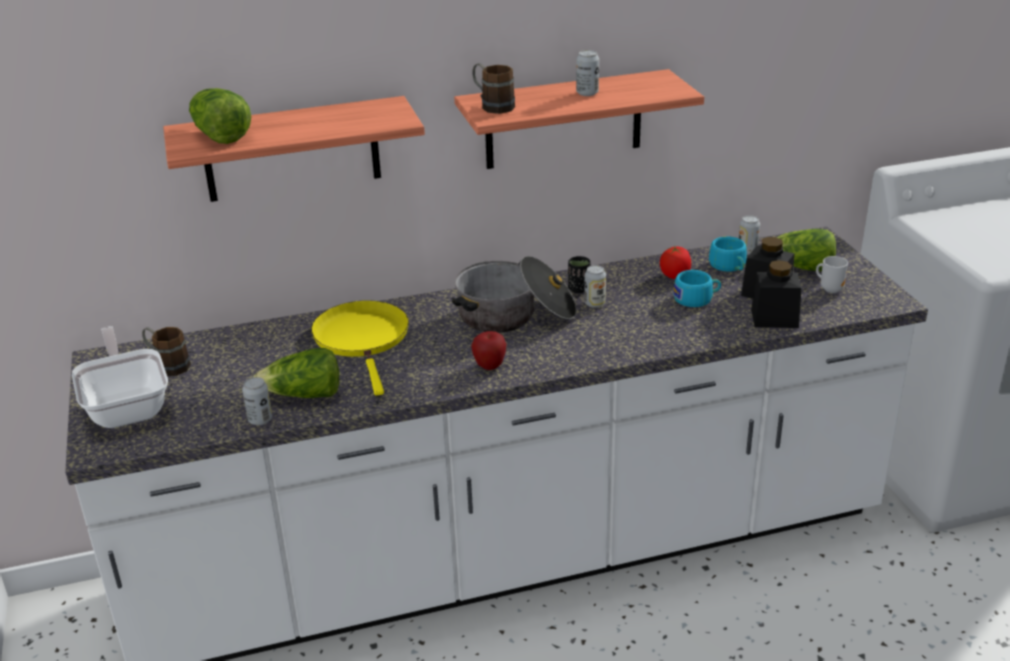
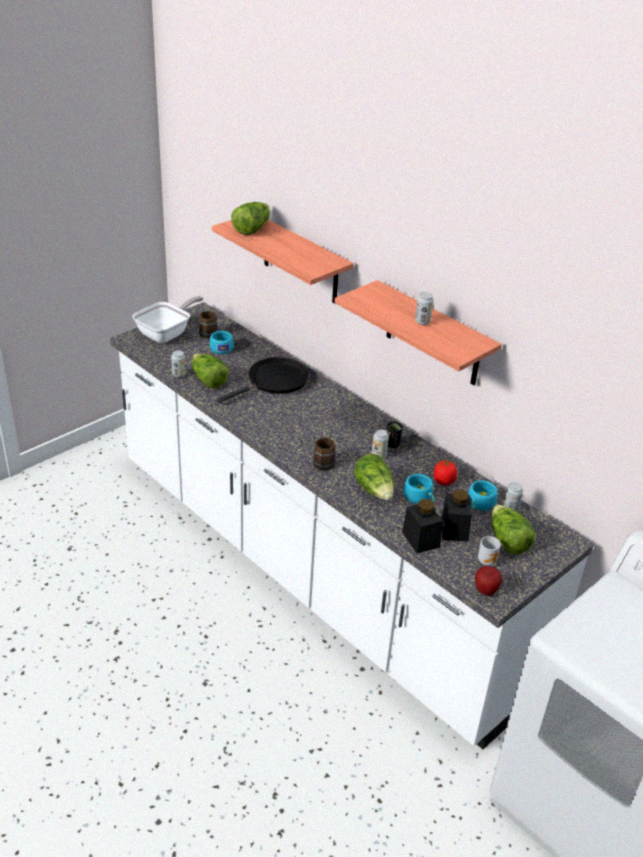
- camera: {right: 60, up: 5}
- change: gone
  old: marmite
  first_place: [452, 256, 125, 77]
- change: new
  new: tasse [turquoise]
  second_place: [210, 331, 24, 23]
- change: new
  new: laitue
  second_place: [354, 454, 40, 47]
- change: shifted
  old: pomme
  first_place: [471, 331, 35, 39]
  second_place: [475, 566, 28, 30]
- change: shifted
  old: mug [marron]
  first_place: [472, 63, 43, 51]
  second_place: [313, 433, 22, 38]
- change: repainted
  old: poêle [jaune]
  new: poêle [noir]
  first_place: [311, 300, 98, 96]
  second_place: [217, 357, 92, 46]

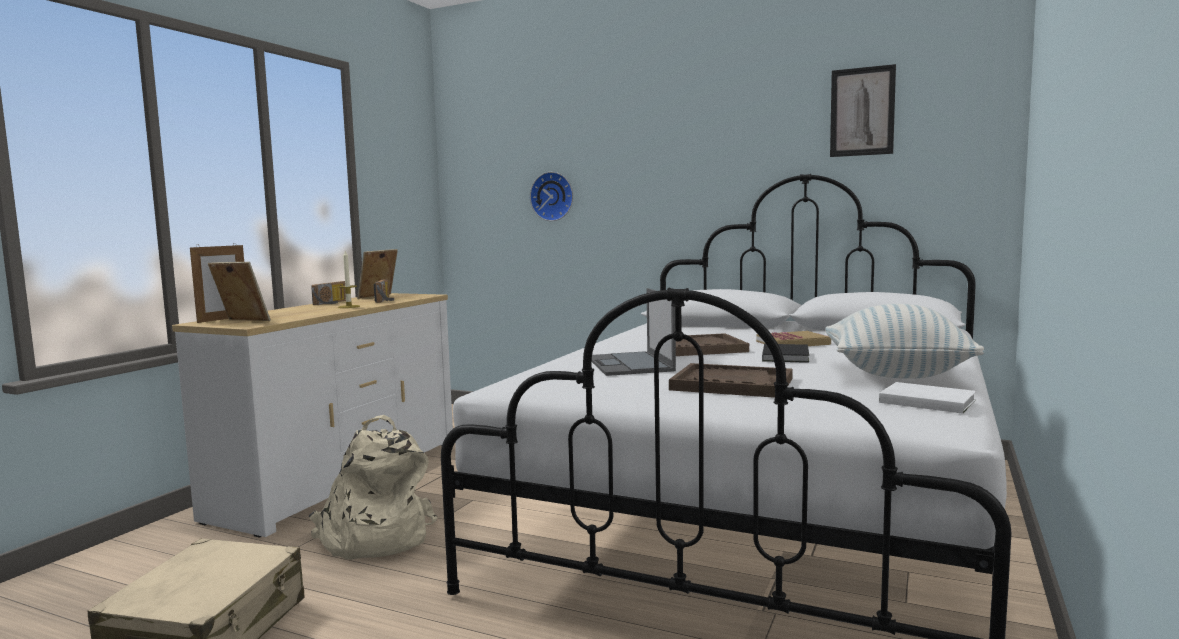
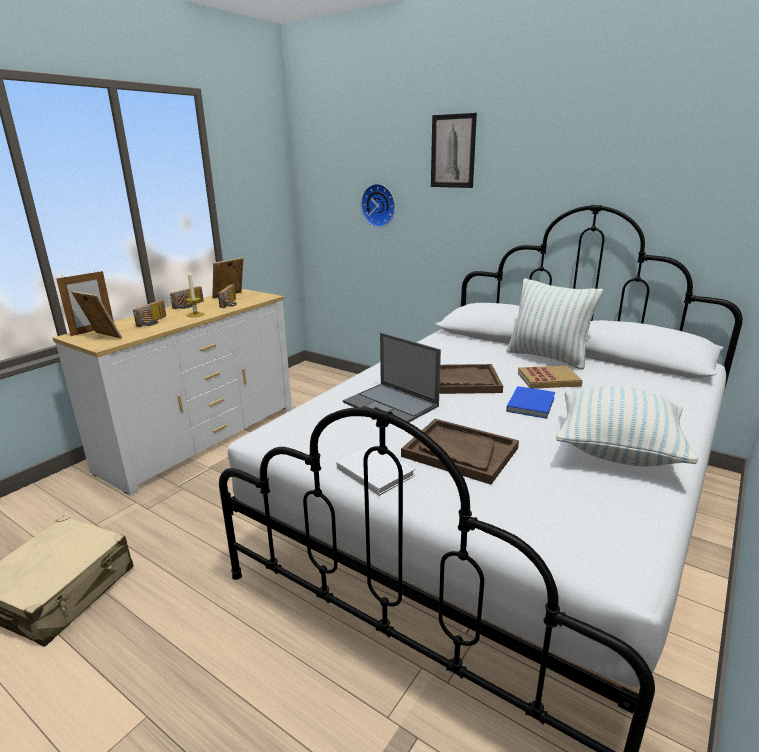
- camera: {right: 10, up: 15}
- change: gone
  old: sac à dos [beige]
  first_place: [309, 415, 128, 145]
- change: new
  new: radio
  second_place: [133, 300, 33, 27]
- change: new
  new: coussin
  second_place: [506, 279, 97, 91]
- change: shifted
  old: tableau
  first_place: [830, 64, 66, 93]
  second_place: [431, 113, 46, 75]
- change: shifted
  old: livre [blanc]
  first_place: [879, 382, 97, 32]
  second_place: [337, 445, 78, 51]
- change: repainted
  old: livre [noir]
  new: livre [bleu]
  first_place: [762, 344, 47, 19]
  second_place: [506, 386, 49, 33]
- change: rotated
  old: ordinateur portable
  first_place: [592, 288, 84, 88]
  second_place: [343, 333, 98, 89]
  degrees: -45

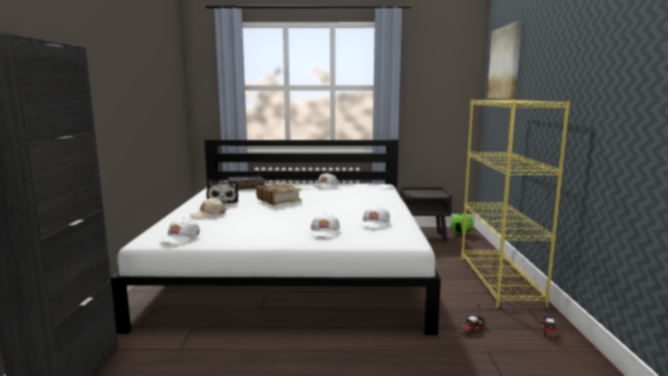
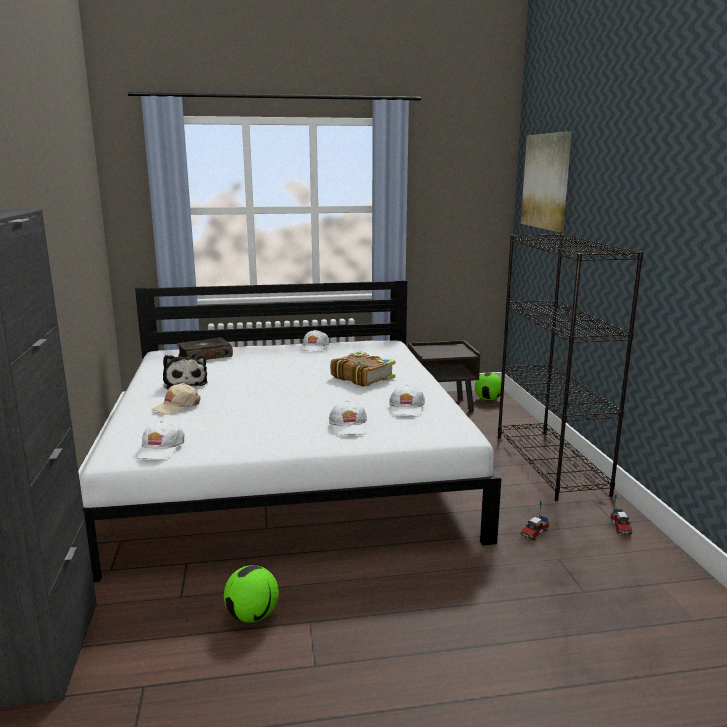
- camera: {right: -10, up: 5}
- change: new
  new: ballon de foot
  second_place: [224, 565, 55, 58]
- change: shifted
  old: livre
  first_place: [256, 182, 45, 23]
  second_place: [330, 351, 65, 36]
- change: repainted
  old: bibliothèque [jaune]
  new: bibliothèque [noir]
  first_place: [461, 99, 109, 209]
  second_place: [498, 234, 146, 267]

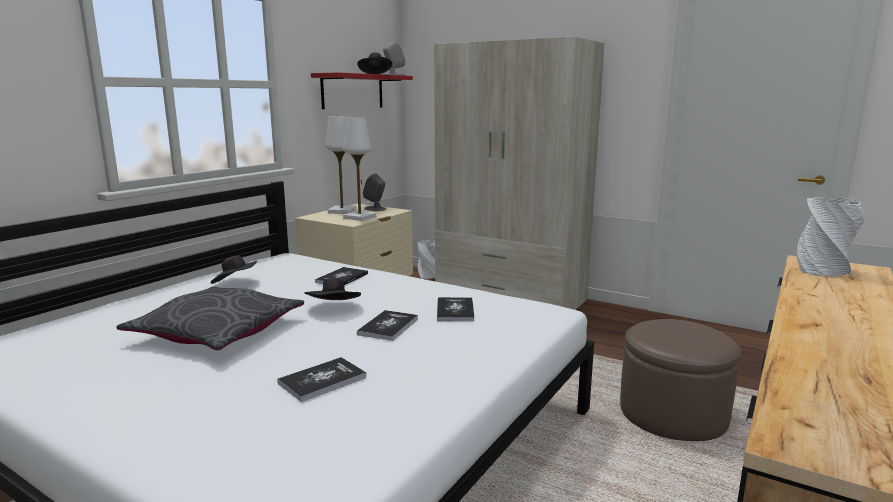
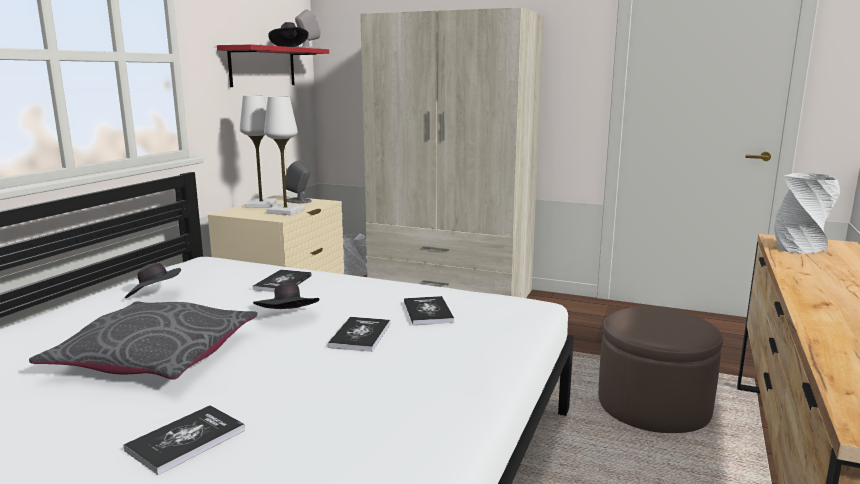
- camera: {right: -10, up: 0}
- change: shifted
  old: livre
  first_place: [278, 357, 88, 45]
  second_place: [124, 405, 121, 70]

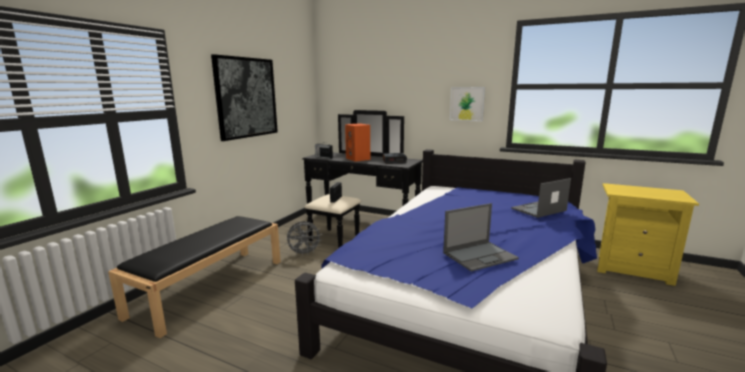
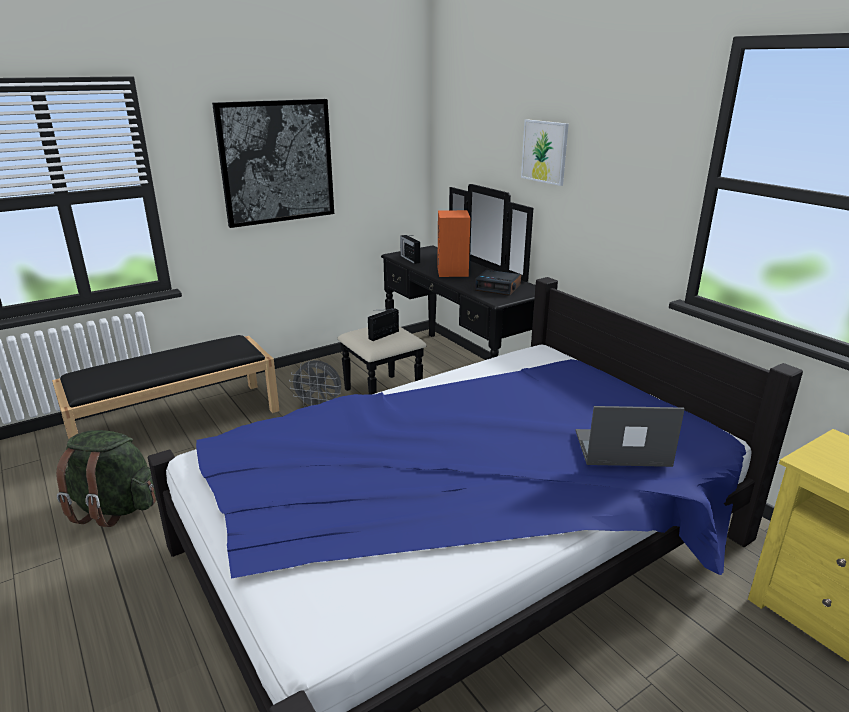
- camera: {right: 30, up: 10}
- change: gone
  old: ordinateur portable
  first_place: [443, 203, 76, 69]
- change: new
  new: sac à dos [vert]
  second_place: [56, 430, 101, 97]
- change: shifted
  old: tableau
  first_place: [450, 87, 35, 34]
  second_place: [521, 119, 48, 67]

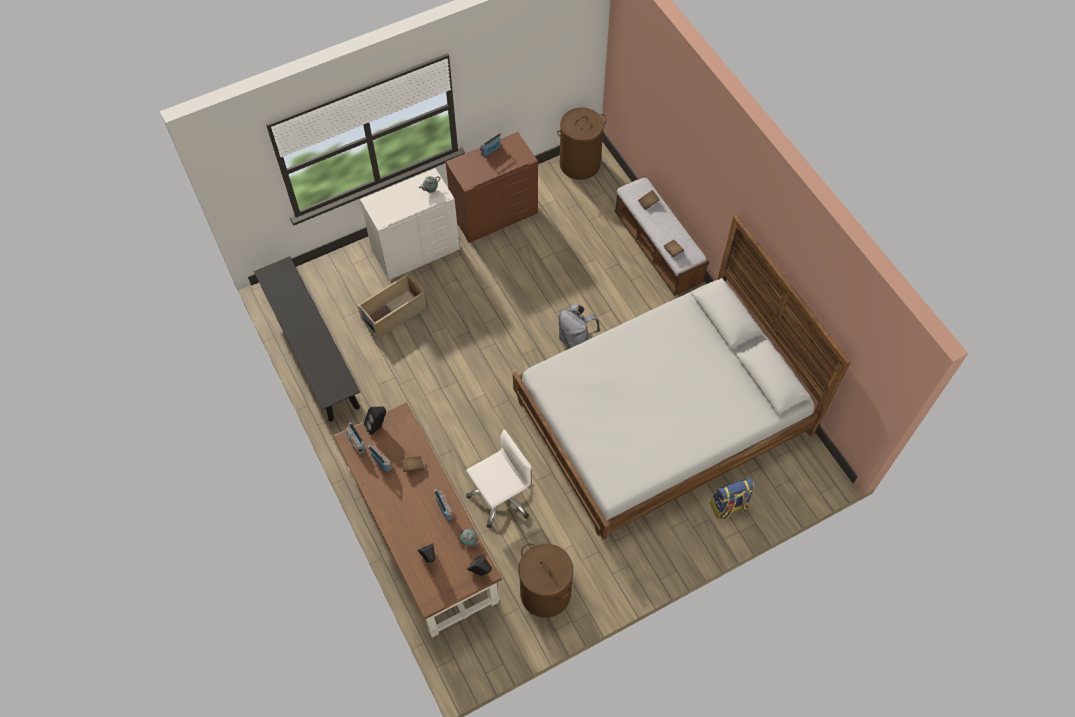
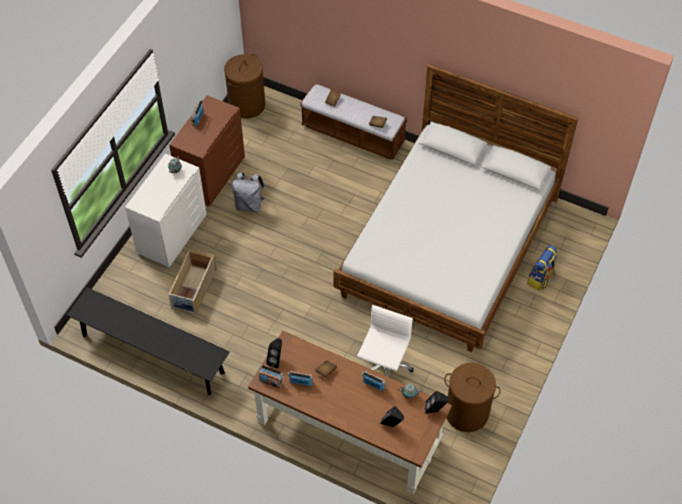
- camera: {right: -35, up: -5}
- change: shifted
  old: sac à dos [gris]
  first_place: [559, 304, 42, 44]
  second_place: [232, 172, 33, 40]

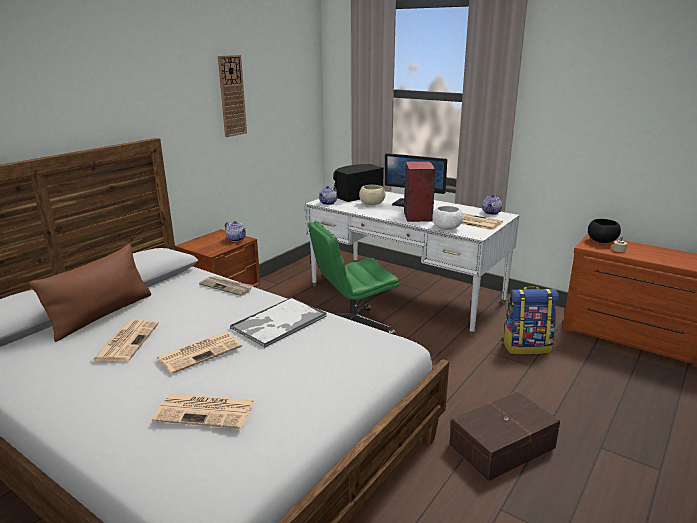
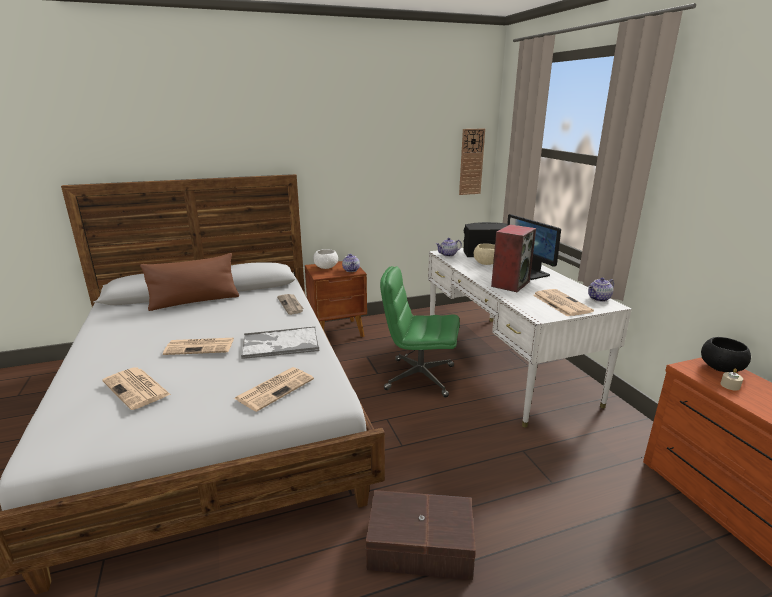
- camera: {right: 35, up: 0}
- change: gone
  old: sac à dos
  first_place: [503, 286, 56, 68]
- change: shifted
  old: journal
  first_place: [92, 320, 67, 42]
  second_place: [234, 367, 80, 45]
- change: shifted
  old: horloge murale
  first_place: [218, 55, 29, 82]
  second_place: [459, 129, 26, 66]
- change: shifted
  old: bol [blanc]
  first_place: [433, 206, 30, 24]
  second_place: [313, 249, 25, 20]

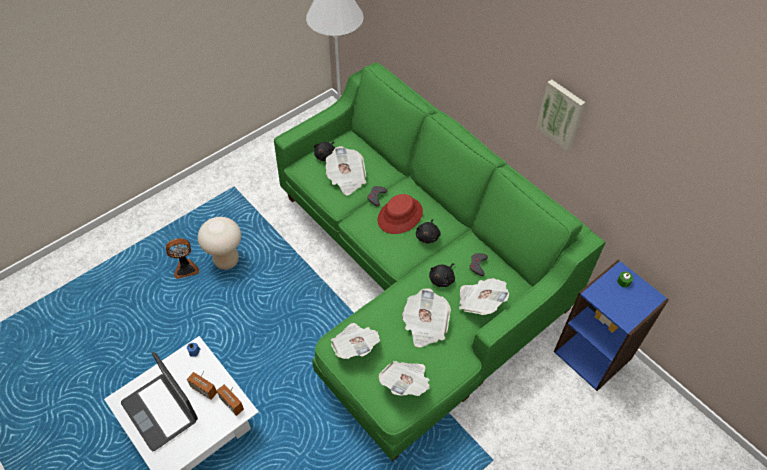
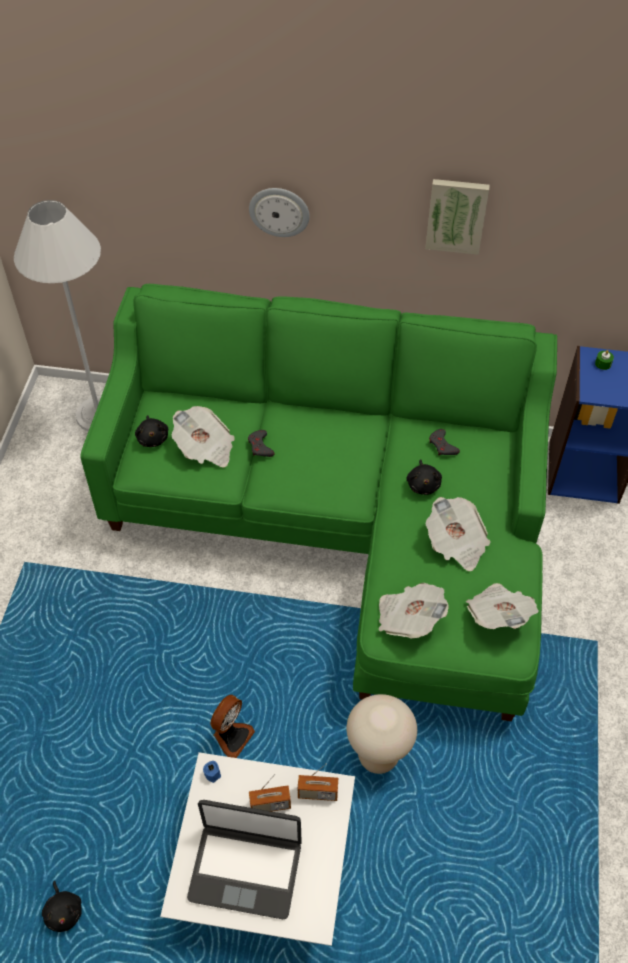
- camera: {right: -40, up: 0}
- change: gone
  old: chapeau [rouge]
  first_place: [378, 194, 45, 40]
- change: gone
  old: journal
  first_place: [459, 278, 50, 37]
- change: new
  new: horloge murale
  second_place: [249, 188, 61, 49]
- change: shifted
  old: ventilateur
  first_place: [166, 238, 33, 41]
  second_place: [210, 695, 45, 63]
- change: shifted
  old: tabouret [beige]
  first_place: [198, 217, 43, 53]
  second_place: [346, 694, 71, 80]
- change: shifted
  old: peluche [noir]
  first_place: [416, 219, 25, 25]
  second_place: [42, 881, 40, 51]

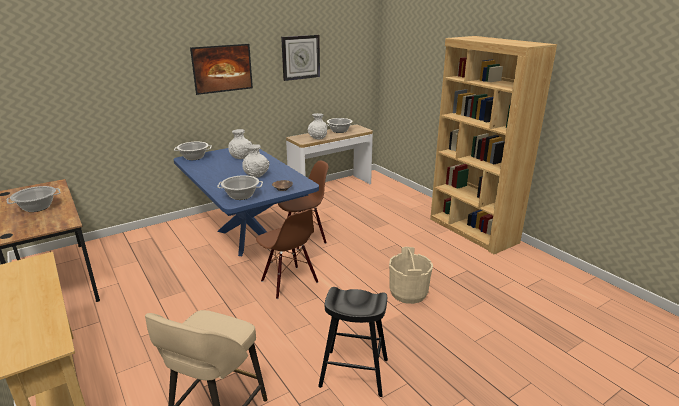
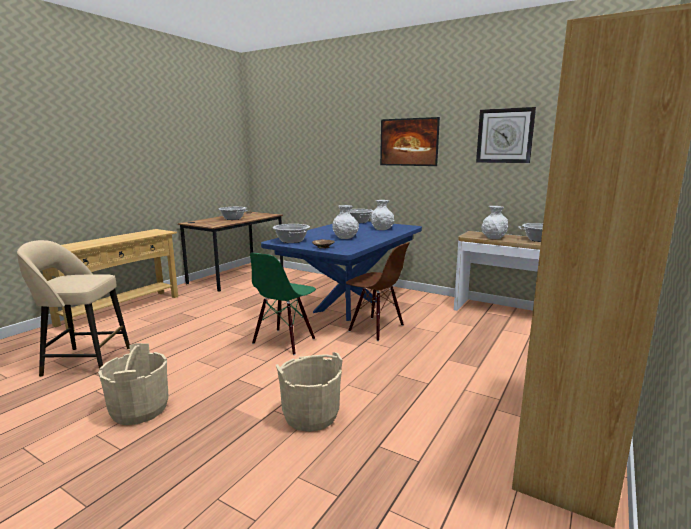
- camera: {right: 65, up: -10}
- change: swapped
  old: tabouret [noir]
  new: seau [beige]
  first_place: [318, 287, 70, 110]
  second_place: [98, 343, 70, 82]
- change: repainted
  old: chaise [marron]
  new: chaise [vert]
  first_place: [256, 209, 62, 90]
  second_place: [250, 253, 66, 102]

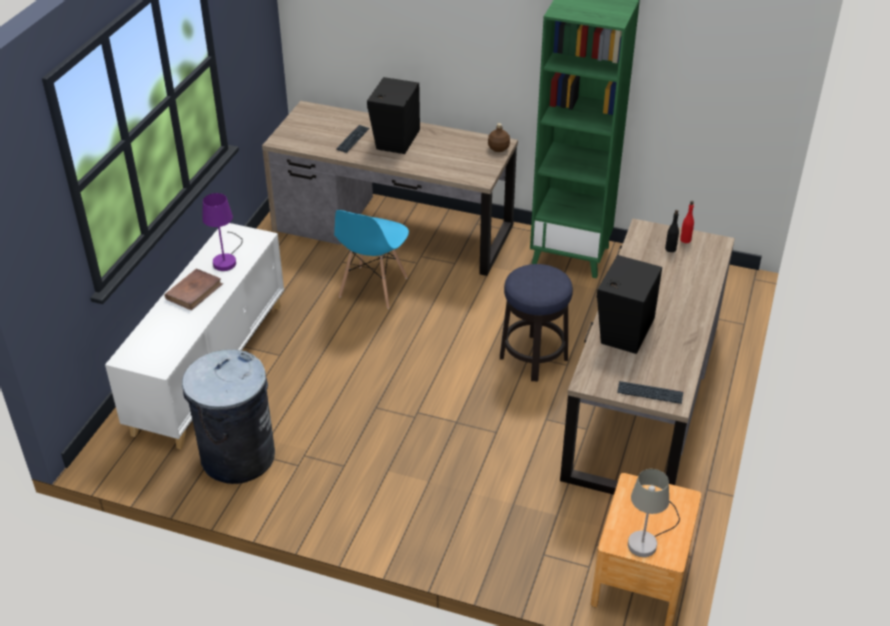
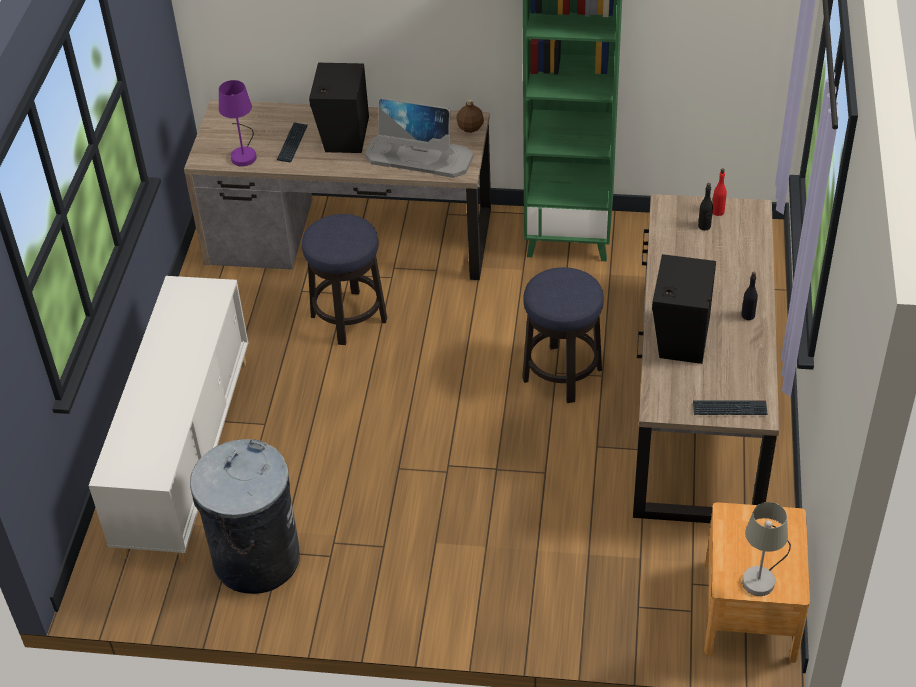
- camera: {right: -10, up: 5}
- change: gone
  old: livre [marron]
  first_place: [165, 269, 58, 41]
- change: new
  new: écran d'ordinateur
  second_place: [365, 98, 109, 80]
- change: new
  new: bouteille [noir]
  second_place: [741, 272, 17, 48]
- change: shifted
  old: lampe de table [violet]
  first_place: [202, 193, 41, 78]
  second_place: [219, 80, 37, 87]
- change: swapped
  old: chaise [bleu]
  new: tabouret
  first_place: [334, 210, 75, 99]
  second_place: [302, 214, 85, 131]

